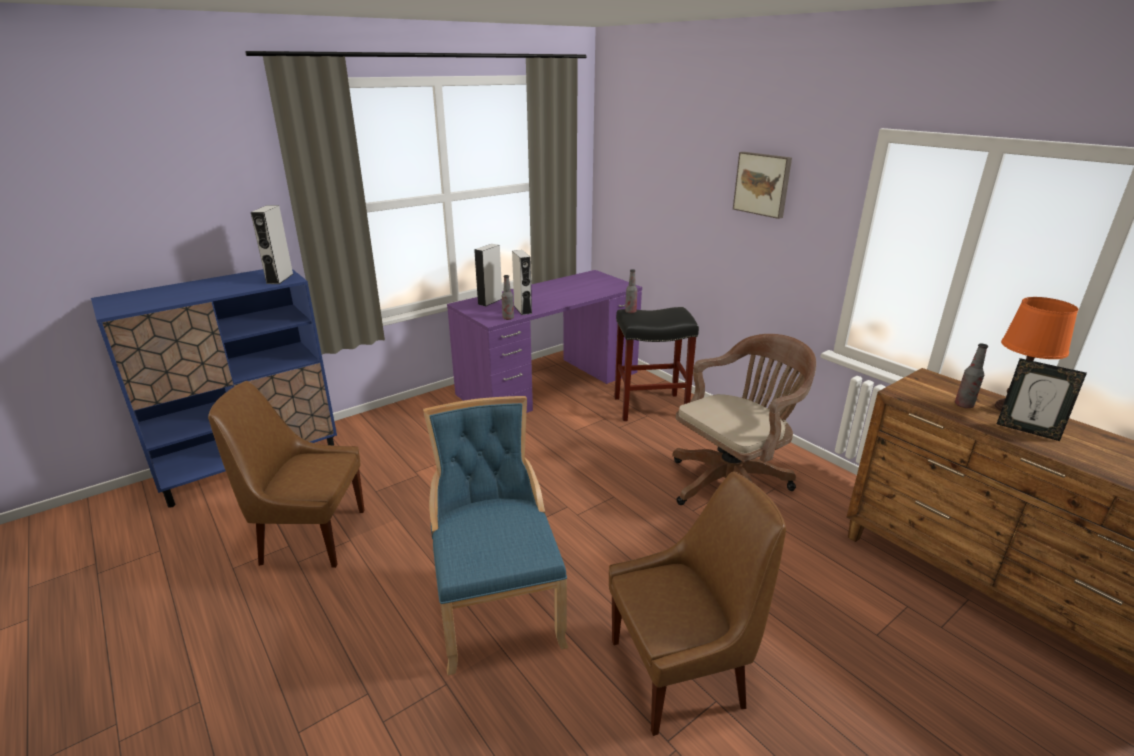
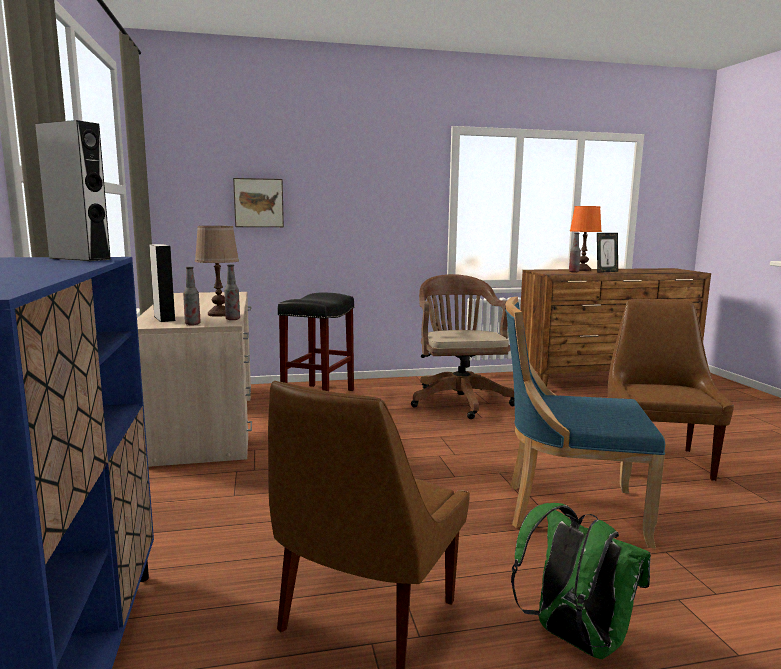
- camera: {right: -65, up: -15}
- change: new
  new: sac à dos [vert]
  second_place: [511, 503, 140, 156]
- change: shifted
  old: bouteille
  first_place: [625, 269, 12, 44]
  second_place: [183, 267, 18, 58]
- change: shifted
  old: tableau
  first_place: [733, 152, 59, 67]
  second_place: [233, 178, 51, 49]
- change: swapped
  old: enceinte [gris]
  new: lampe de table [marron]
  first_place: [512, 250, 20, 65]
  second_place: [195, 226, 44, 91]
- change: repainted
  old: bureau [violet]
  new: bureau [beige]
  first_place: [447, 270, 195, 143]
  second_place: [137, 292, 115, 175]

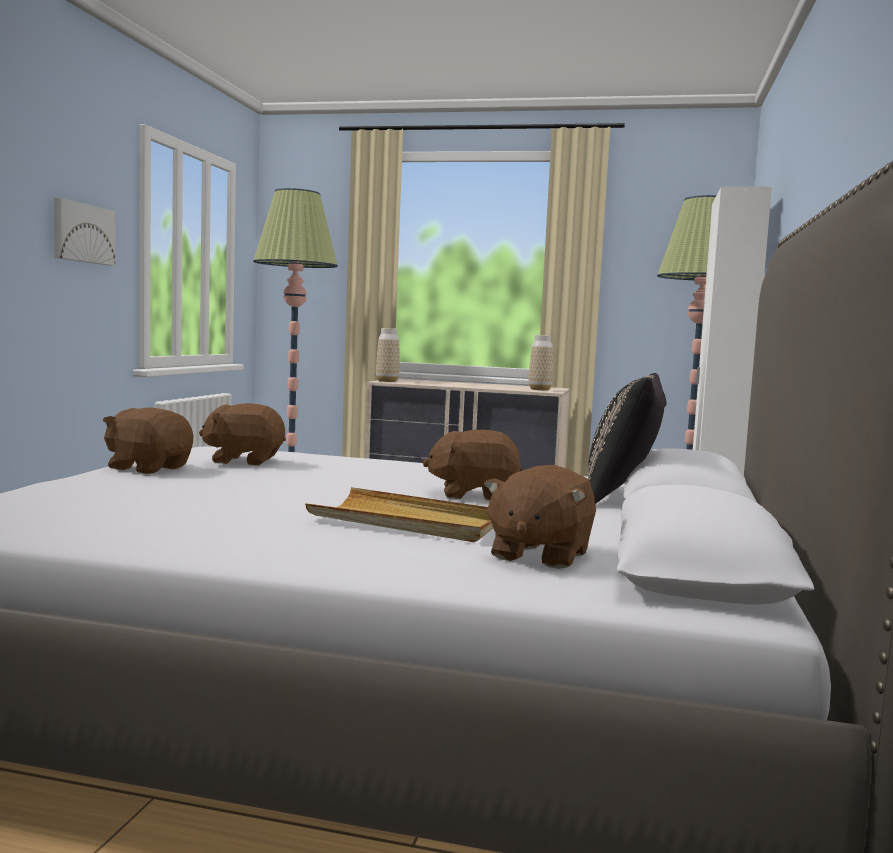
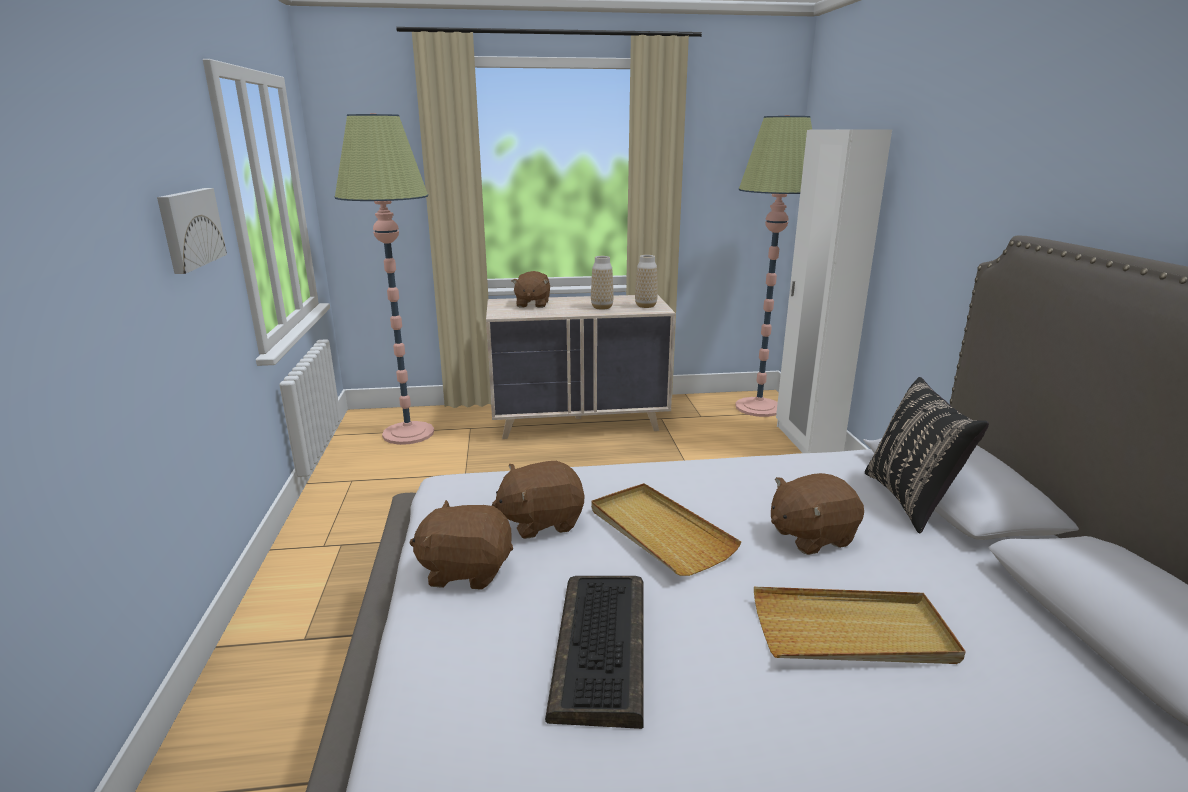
- camera: {right: -20, up: 15}
- change: new
  new: clavier
  second_place: [545, 576, 99, 153]
- change: new
  new: plateau [beige]
  second_place: [591, 483, 150, 93]
- change: shifted
  old: vase
  first_place: [376, 328, 24, 54]
  second_place: [591, 256, 23, 54]
- change: shifted
  old: peluche [marron]
  first_place: [484, 465, 112, 104]
  second_place: [512, 271, 38, 37]

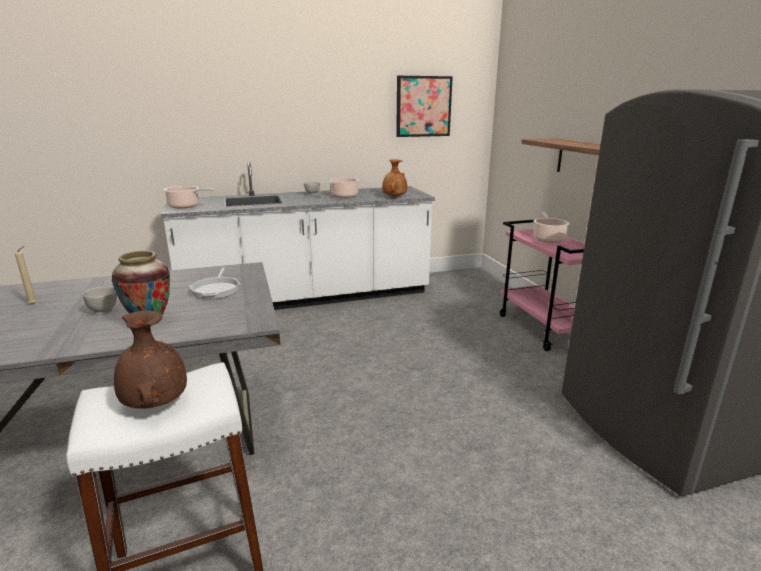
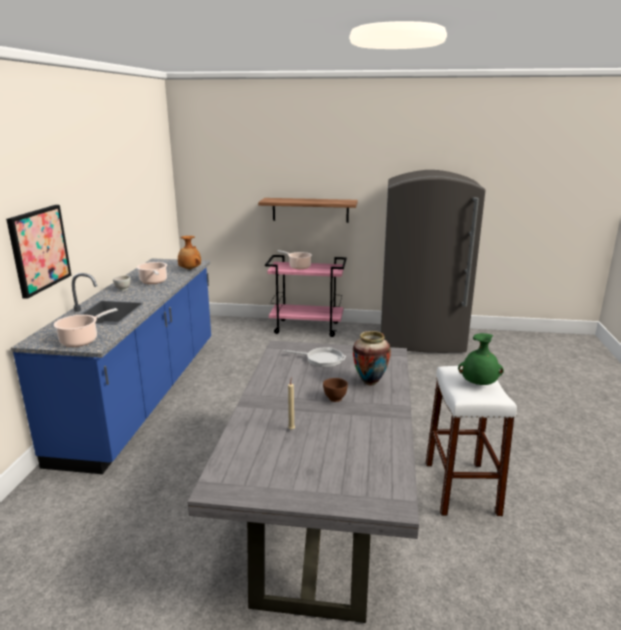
- camera: {right: -65, up: 0}
- change: shifted
  old: tableau
  first_place: [396, 76, 57, 61]
  second_place: [6, 205, 66, 94]
- change: repainted
  old: bol [blanc]
  new: bol [marron]
  first_place: [82, 286, 35, 28]
  second_place: [323, 378, 25, 24]
- change: repainted
  old: vase [marron]
  new: vase [vert]
  first_place: [114, 310, 73, 98]
  second_place: [458, 333, 46, 52]
- change: repainted
  old: comptoir de cuisine [blanc]
  new: comptoir de cuisine [bleu]
  first_place: [161, 162, 274, 148]
  second_place: [11, 258, 200, 216]

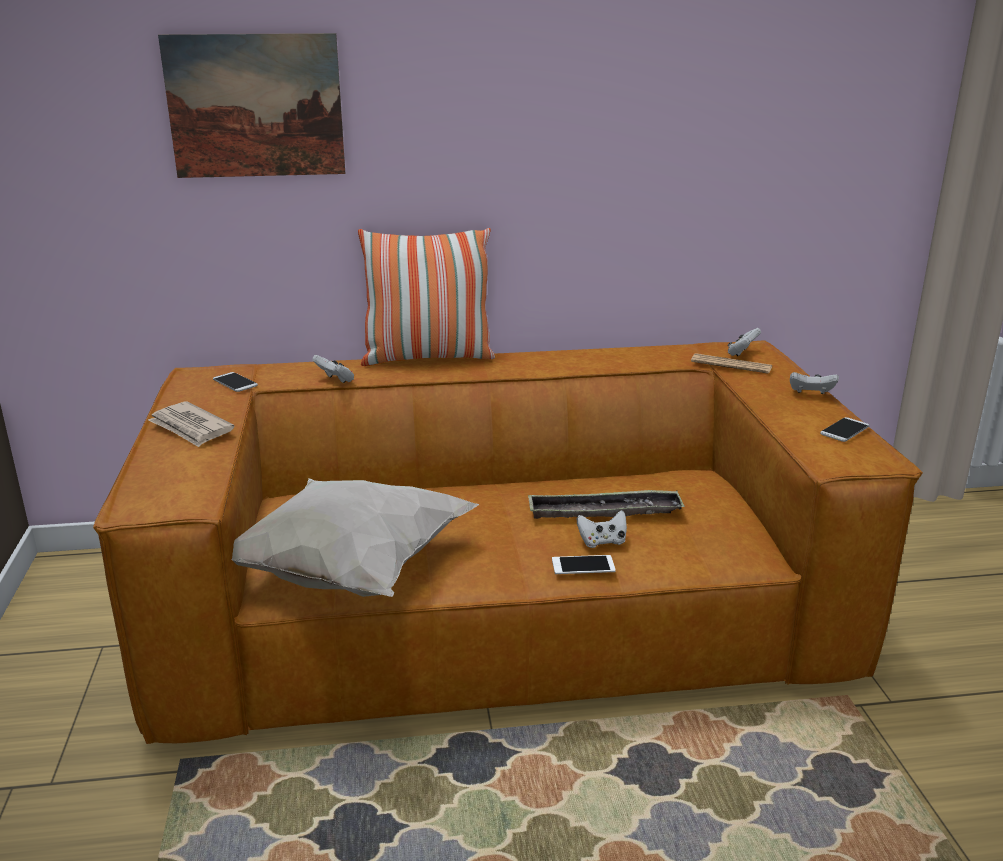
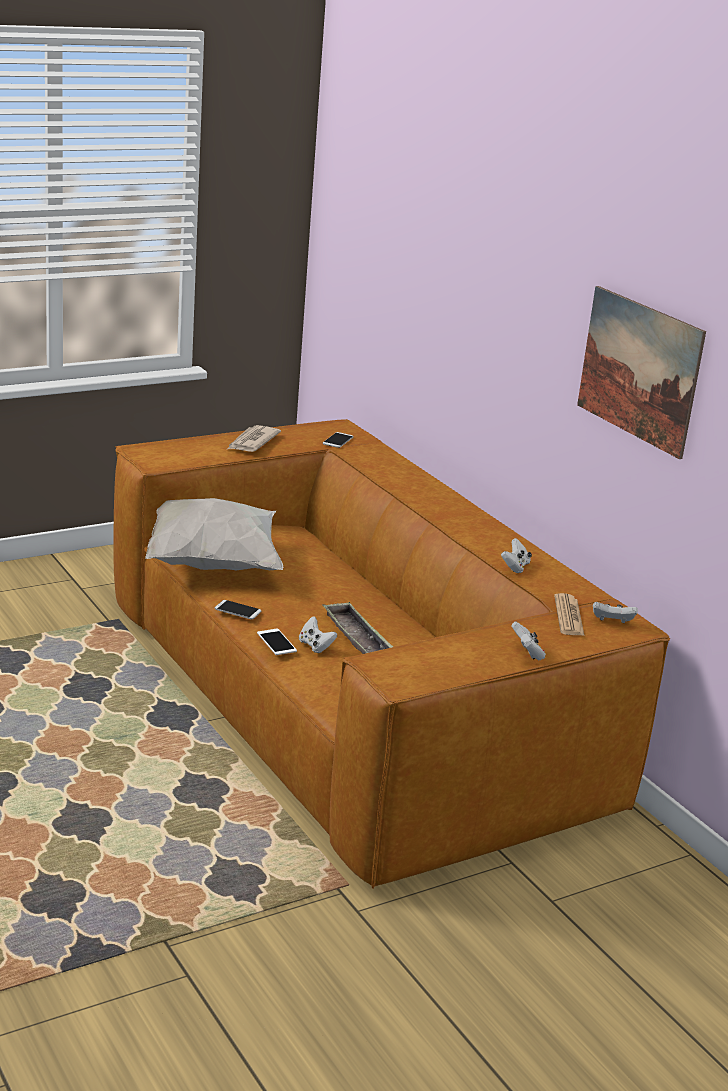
- camera: {right: 65, up: 0}
- change: gone
  old: coussin
  first_place: [358, 228, 137, 138]
- change: shifted
  old: tableau
  first_place: [158, 33, 187, 145]
  second_place: [577, 286, 129, 173]
- change: shifted
  old: manette [blanc]
  first_place: [312, 355, 42, 28]
  second_place: [501, 538, 31, 35]
- change: shifted
  old: téléphone
  first_place: [820, 417, 49, 25]
  second_place: [215, 600, 47, 19]

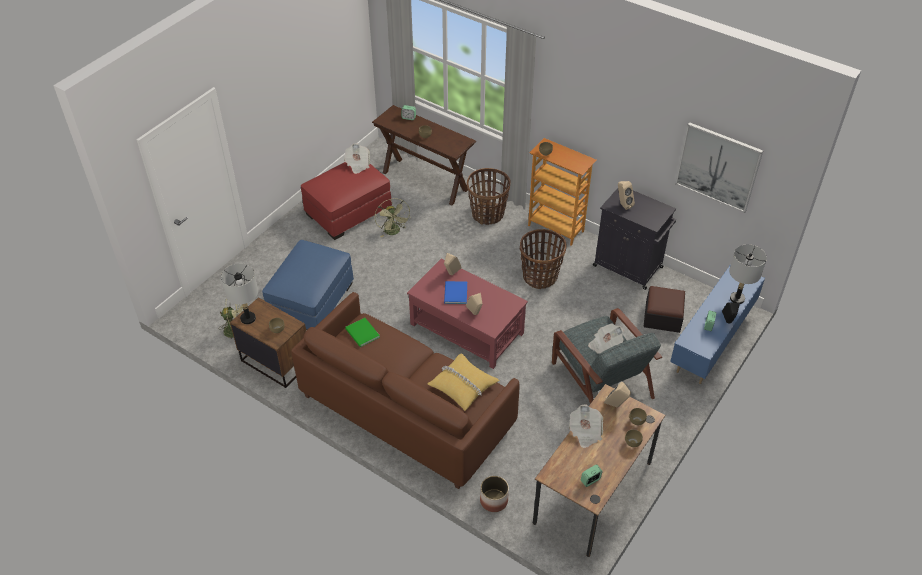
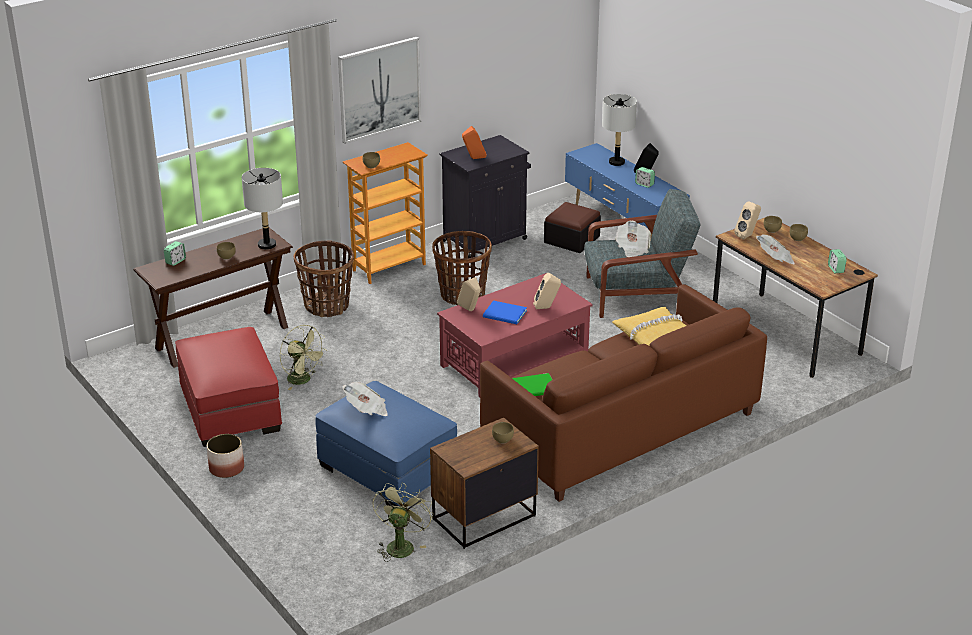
- camera: {right: -70, up: -15}
- change: shifted
  old: lampe de table [gris]
  first_place: [221, 263, 37, 61]
  second_place: [242, 168, 41, 82]
- change: shifted
  old: journal
  first_place: [344, 143, 26, 31]
  second_place: [343, 382, 44, 34]
- change: shifted
  old: cache-pot
  first_place: [480, 476, 29, 36]
  second_place: [207, 434, 37, 44]
- change: shifted
  old: tableau
  first_place: [675, 122, 88, 91]
  second_place: [338, 37, 83, 107]
- change: repainted
  old: enceinte [beige]
  new: enceinte [orange]
  first_place: [618, 181, 17, 29]
  second_place: [462, 126, 25, 33]
- change: rotated
  old: ventilateur [vert]
  first_place: [375, 198, 36, 39]
  second_place: [279, 325, 48, 65]
  degrees: 45

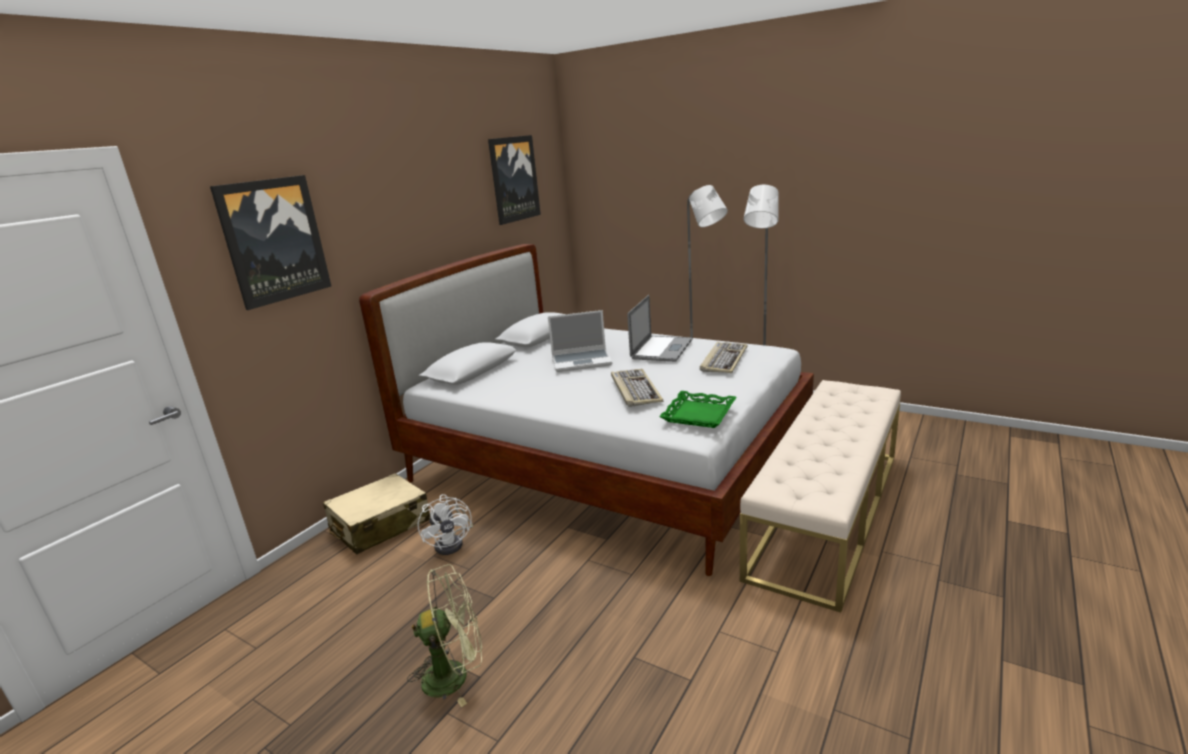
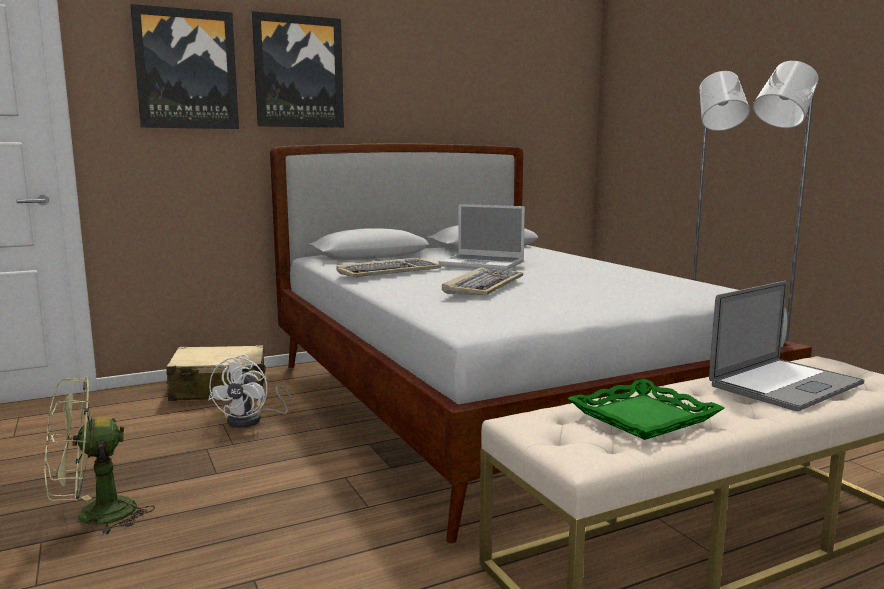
- camera: {right: 30, up: -10}
- change: shifted
  old: tableau
  first_place: [488, 135, 53, 90]
  second_place: [252, 11, 92, 117]
- change: shifted
  old: ordinateur portable
  first_place: [627, 295, 66, 67]
  second_place: [709, 281, 155, 130]
- change: shifted
  old: plateau [vert]
  first_place: [659, 391, 77, 37]
  second_place: [567, 379, 157, 61]
- change: shifted
  old: clavier
  first_place: [700, 342, 47, 31]
  second_place: [336, 258, 105, 19]
- change: rotated
  old: ventilateur [vert]
  first_place: [407, 564, 75, 143]
  second_place: [44, 376, 111, 160]
  degrees: 135

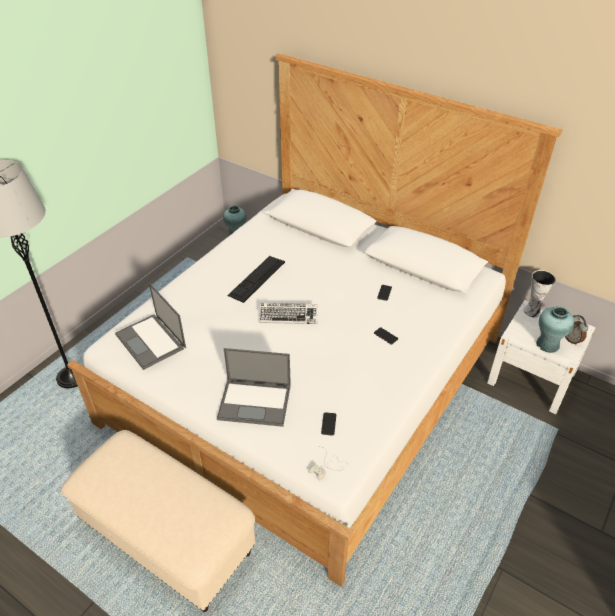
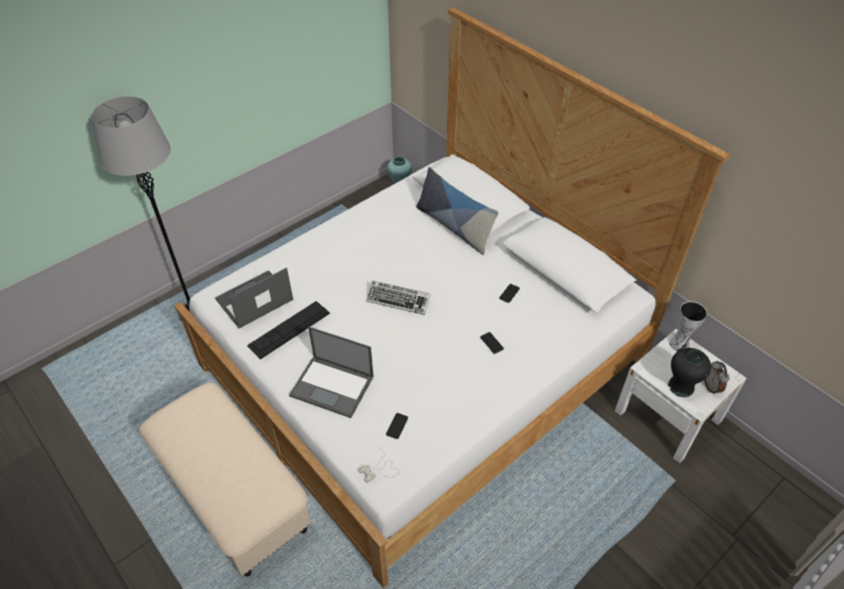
- camera: {right: 15, up: 5}
- change: new
  new: coussin
  second_place: [416, 167, 82, 88]
- change: shifted
  old: clavier
  first_place: [227, 256, 58, 47]
  second_place: [247, 301, 83, 59]
- change: repainted
  old: vase [turquoise]
  new: vase [noir]
  first_place: [536, 306, 38, 47]
  second_place: [668, 348, 43, 49]
- change: rotated
  old: ordinateur portable
  first_place: [115, 283, 71, 87]
  second_place: [215, 267, 78, 62]
  degrees: 75

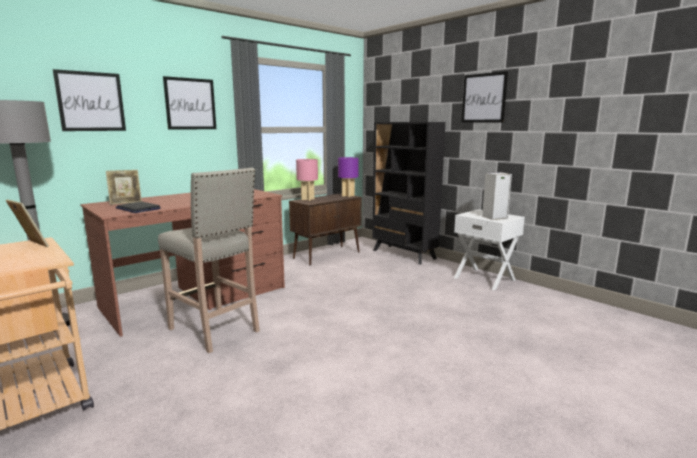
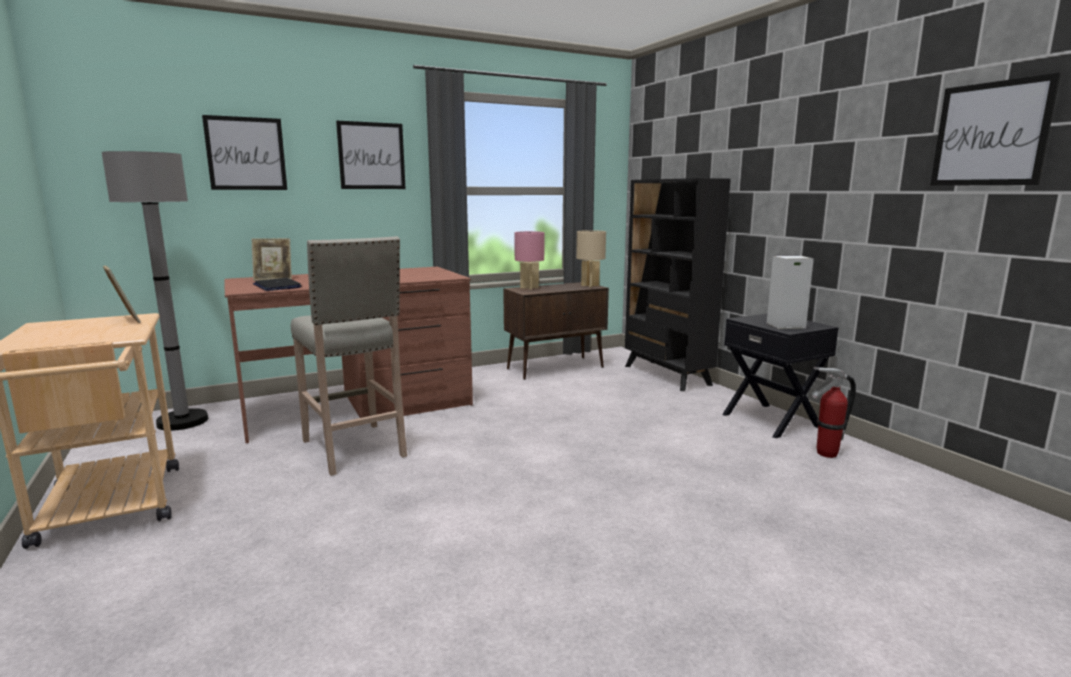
- camera: {right: 15, up: 0}
- change: new
  new: extincteur
  second_place: [811, 367, 45, 91]
- change: shifted
  old: tableau
  first_place: [462, 71, 46, 51]
  second_place: [930, 73, 131, 113]
- change: repainted
  old: lampe de table [violet]
  new: lampe de table [beige]
  first_place: [338, 157, 21, 40]
  second_place: [576, 230, 30, 57]
- change: repainted
  old: table de chevet [blanc]
  new: table de chevet [noir]
  first_place: [454, 209, 71, 81]
  second_place: [722, 314, 117, 124]

